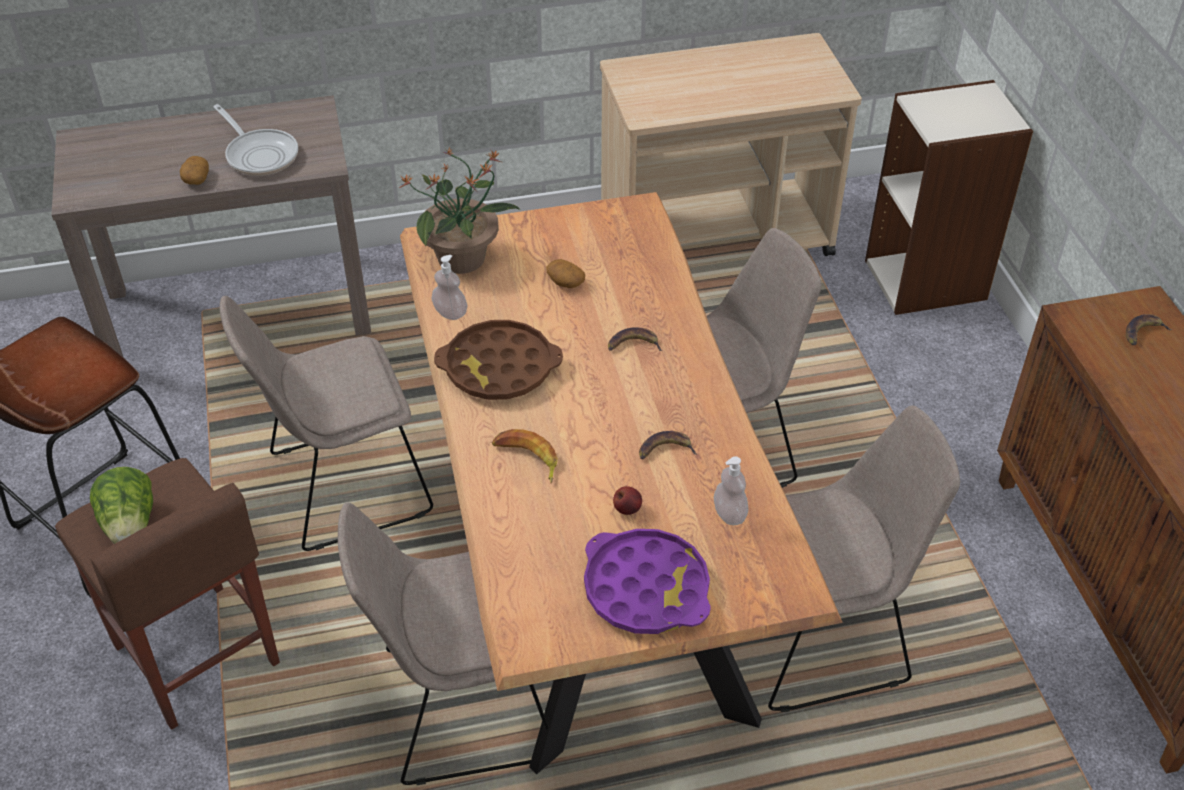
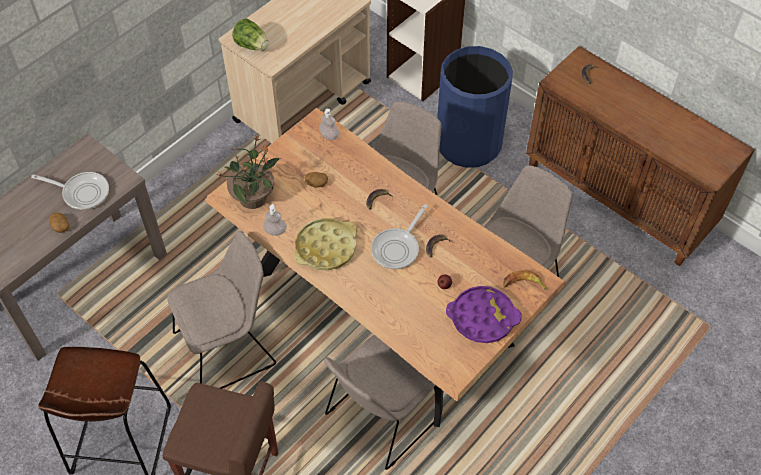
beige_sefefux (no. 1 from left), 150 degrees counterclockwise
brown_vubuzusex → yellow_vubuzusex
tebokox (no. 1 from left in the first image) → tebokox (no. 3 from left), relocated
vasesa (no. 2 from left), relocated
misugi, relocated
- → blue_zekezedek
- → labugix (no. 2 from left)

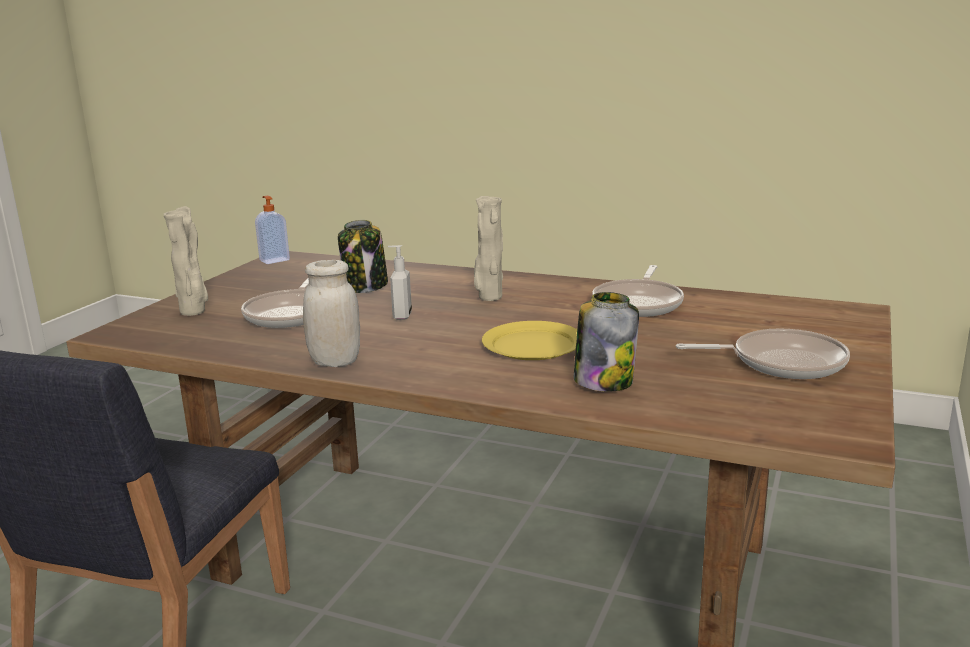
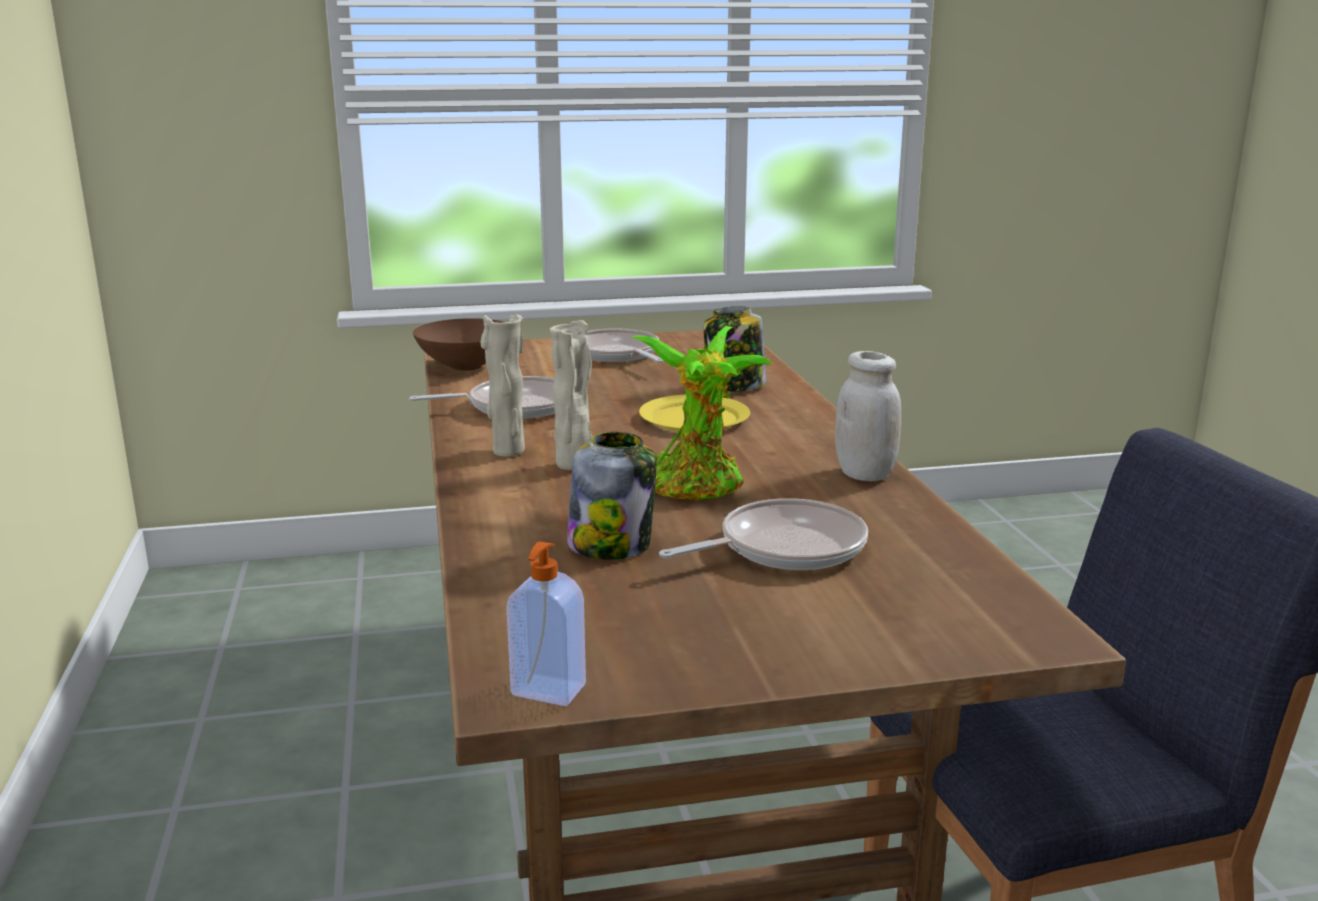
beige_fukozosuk (no. 1 from left), relocated
vasesa (no. 2 from left) → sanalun
- → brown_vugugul

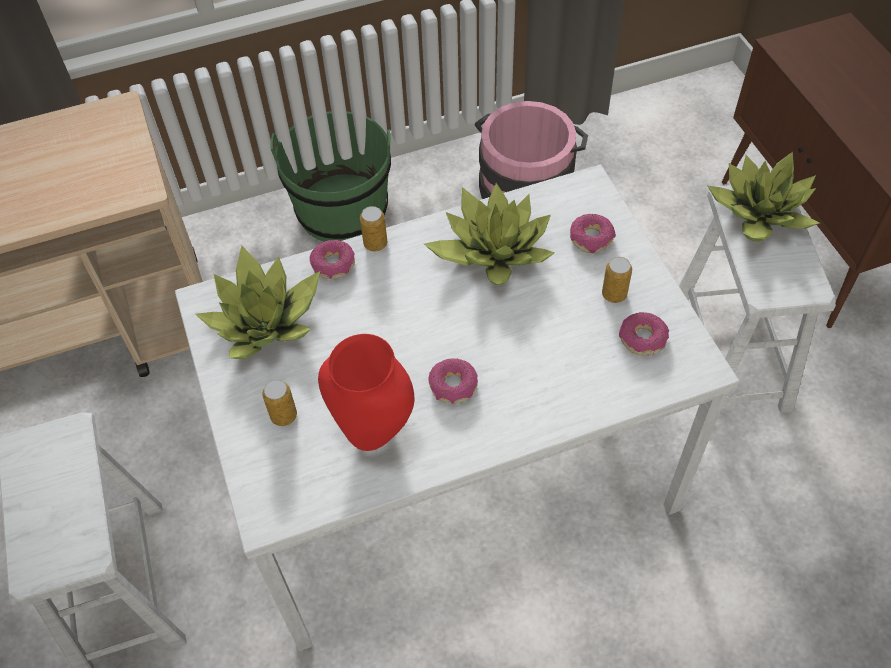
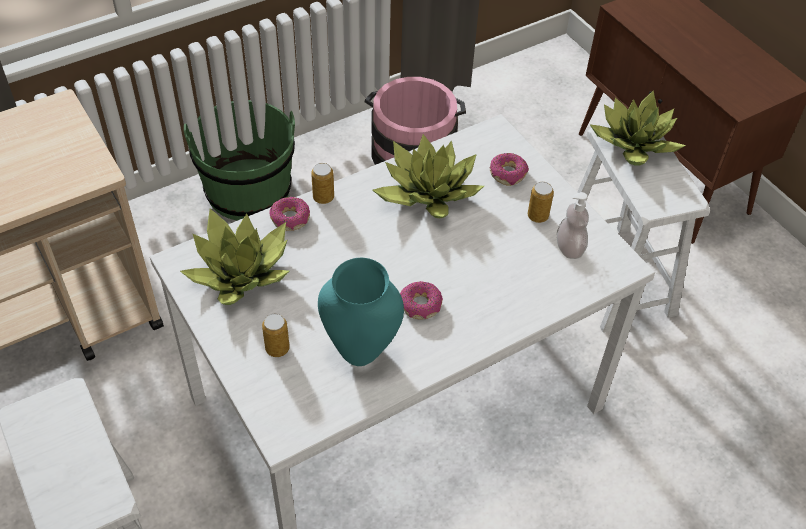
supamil (no. 4 from left) → vasesa
red_fukozosuk → turquoise_fukozosuk

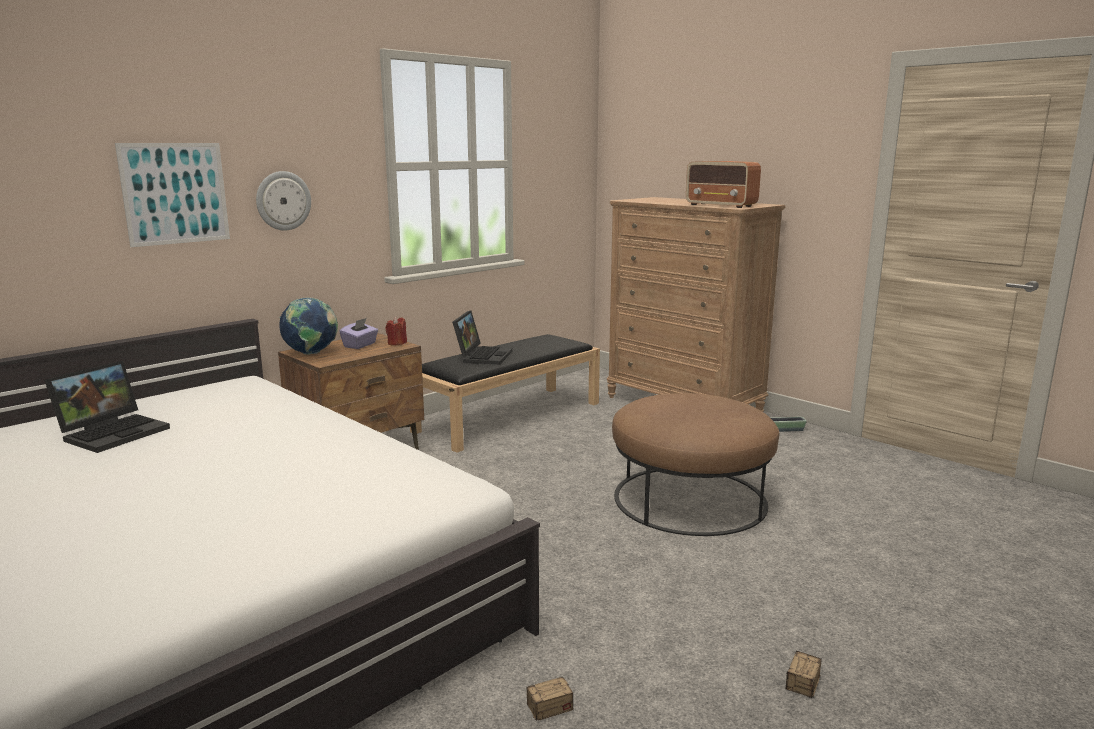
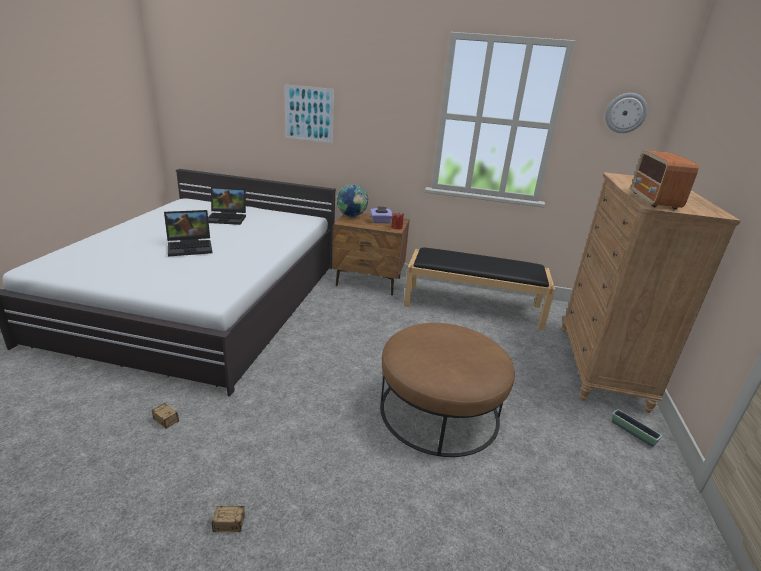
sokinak, relocated
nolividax (no. 2 from left in the first image) → nolividax (no. 1 from left), relocated

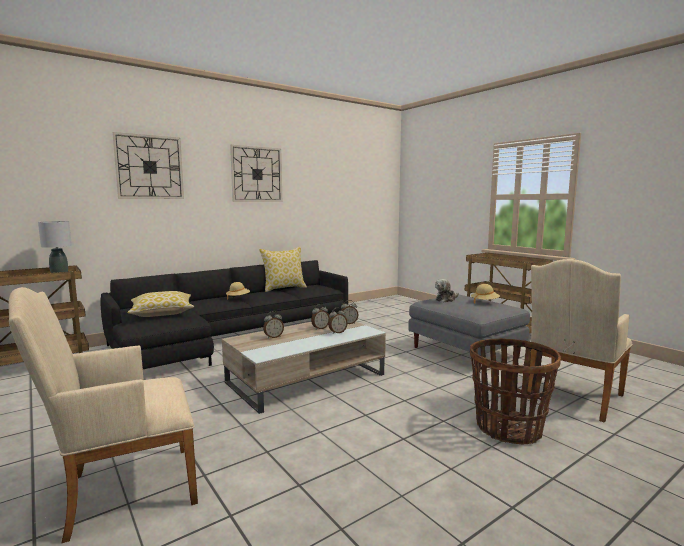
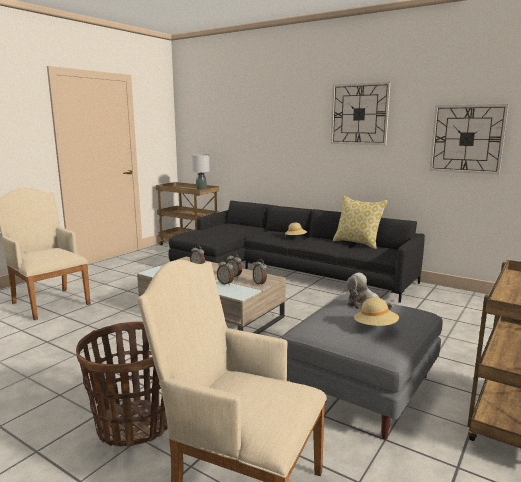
sokinak (no. 1 from left in the first image) → sokinak (no. 2 from left), relocated
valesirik (no. 1 from left) → -

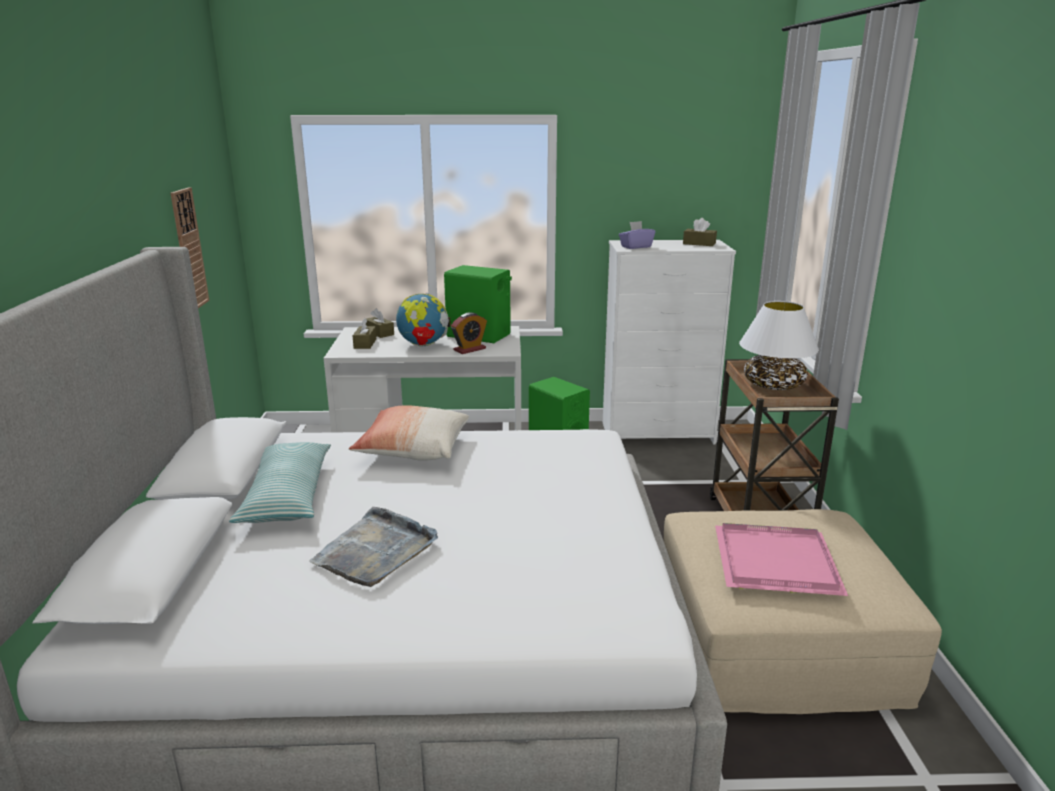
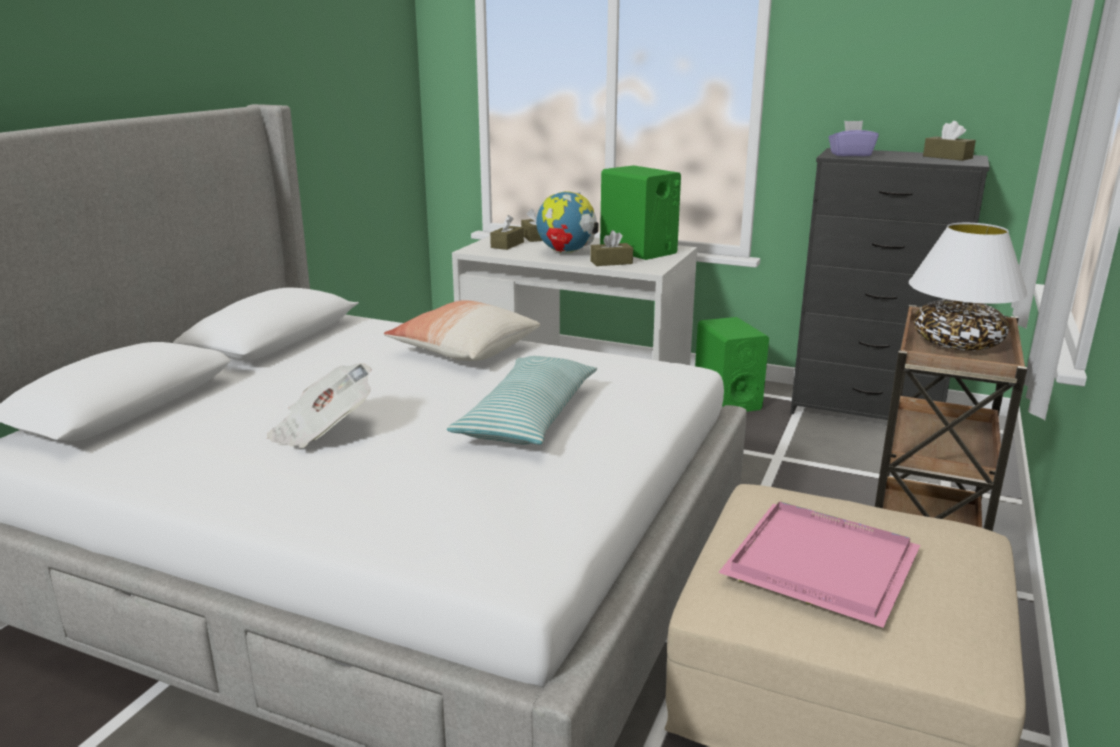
sokinak → -
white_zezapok → black_zezapok
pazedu → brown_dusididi (no. 3 from left)
valesirik (no. 1 from left in the first image) → valesirik (no. 2 from left), relocated
grey_vubuzusex → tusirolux

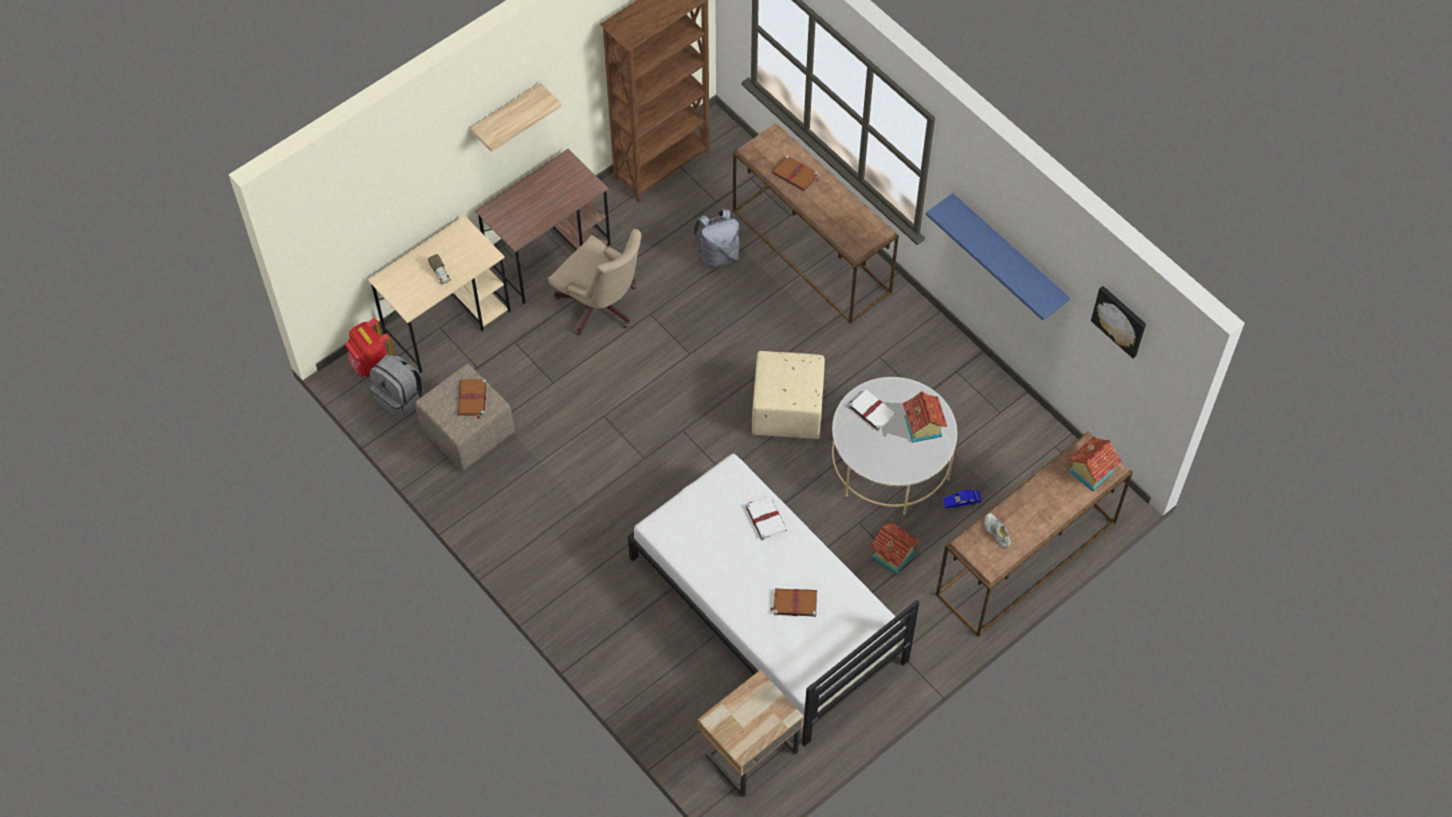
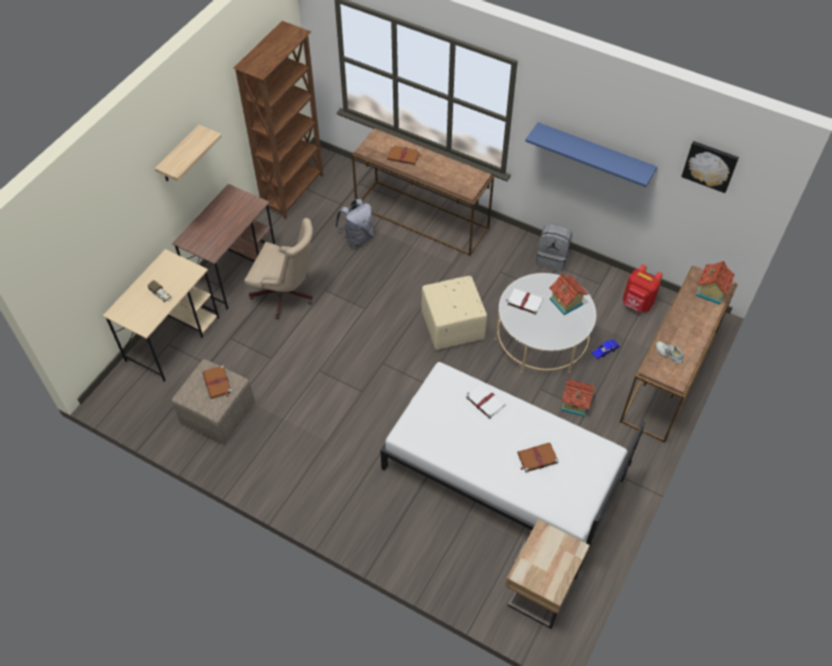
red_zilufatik, relocated
grey_zilufatik (no. 1 from left in the first image) → grey_zilufatik (no. 2 from left), relocated

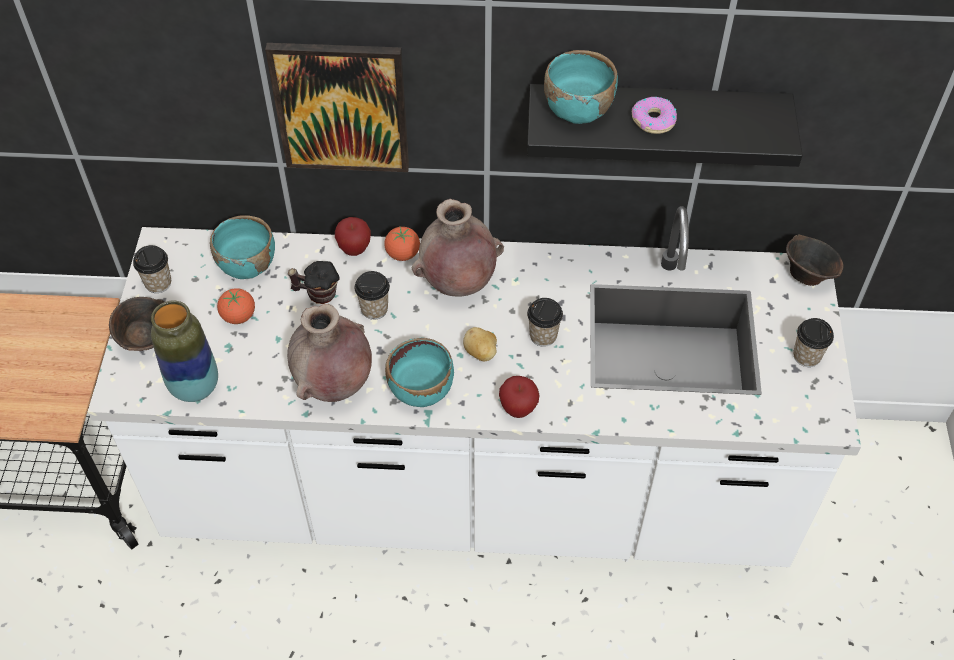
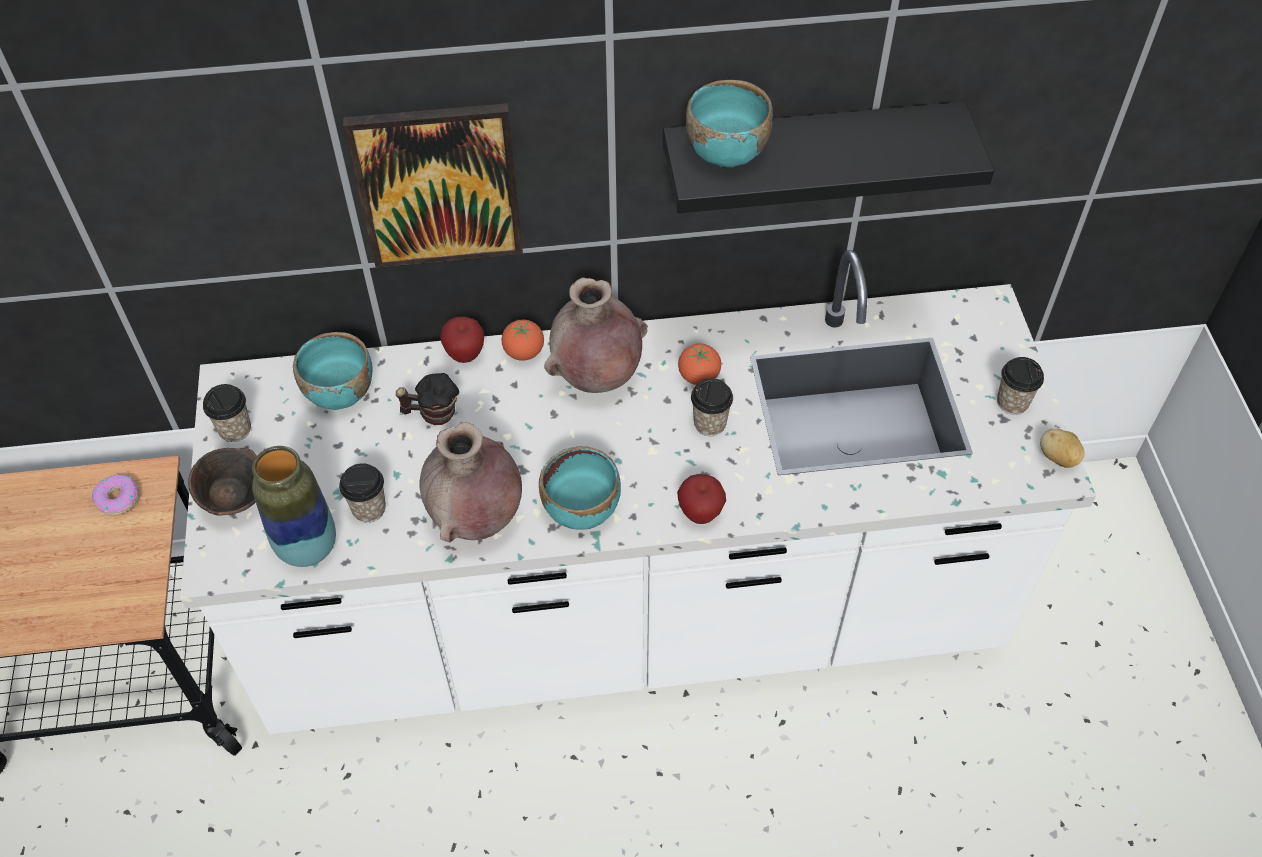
supamil, relocated
brown_vugugul (no. 2 from left) → -
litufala (no. 2 from left), relocated
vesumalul (no. 1 from left in the first image) → vesumalul (no. 2 from left), relocated
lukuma, relocated

